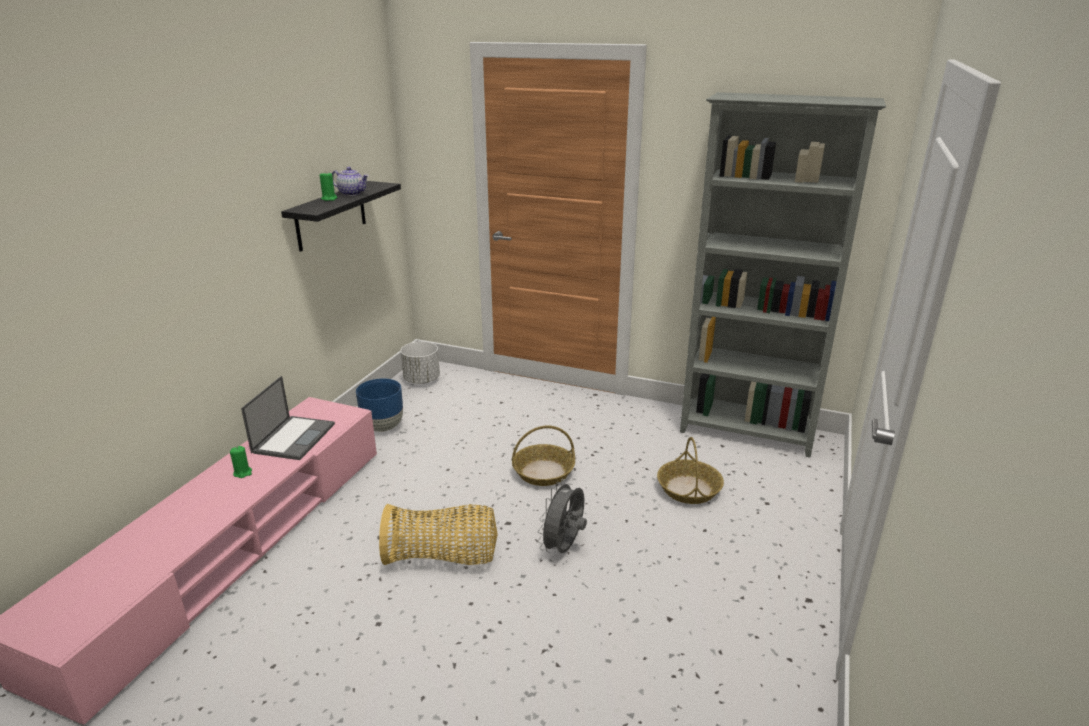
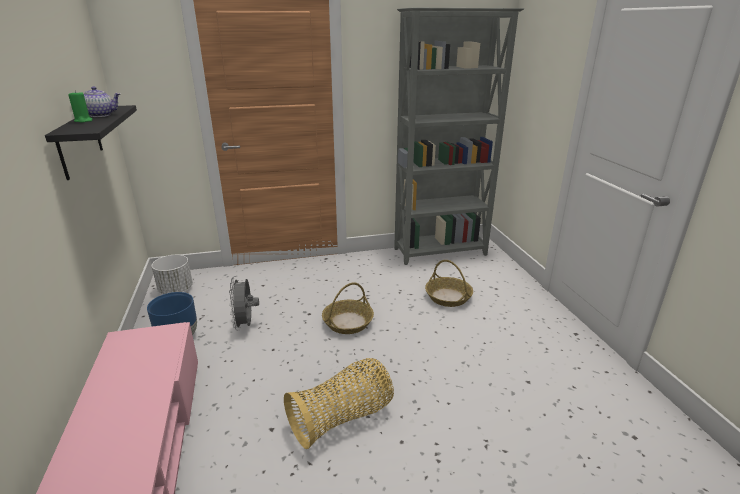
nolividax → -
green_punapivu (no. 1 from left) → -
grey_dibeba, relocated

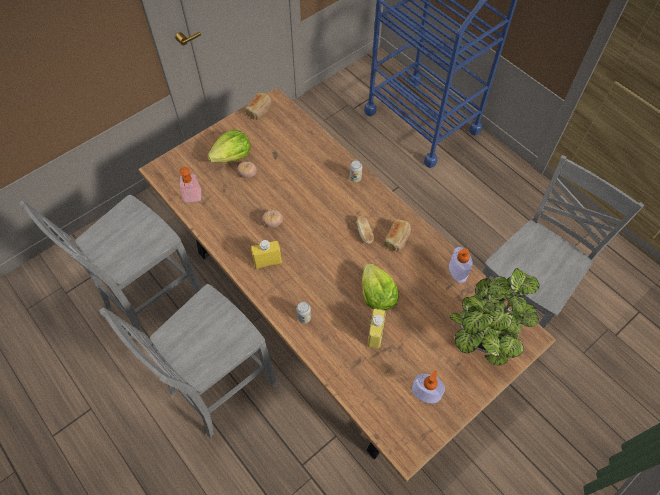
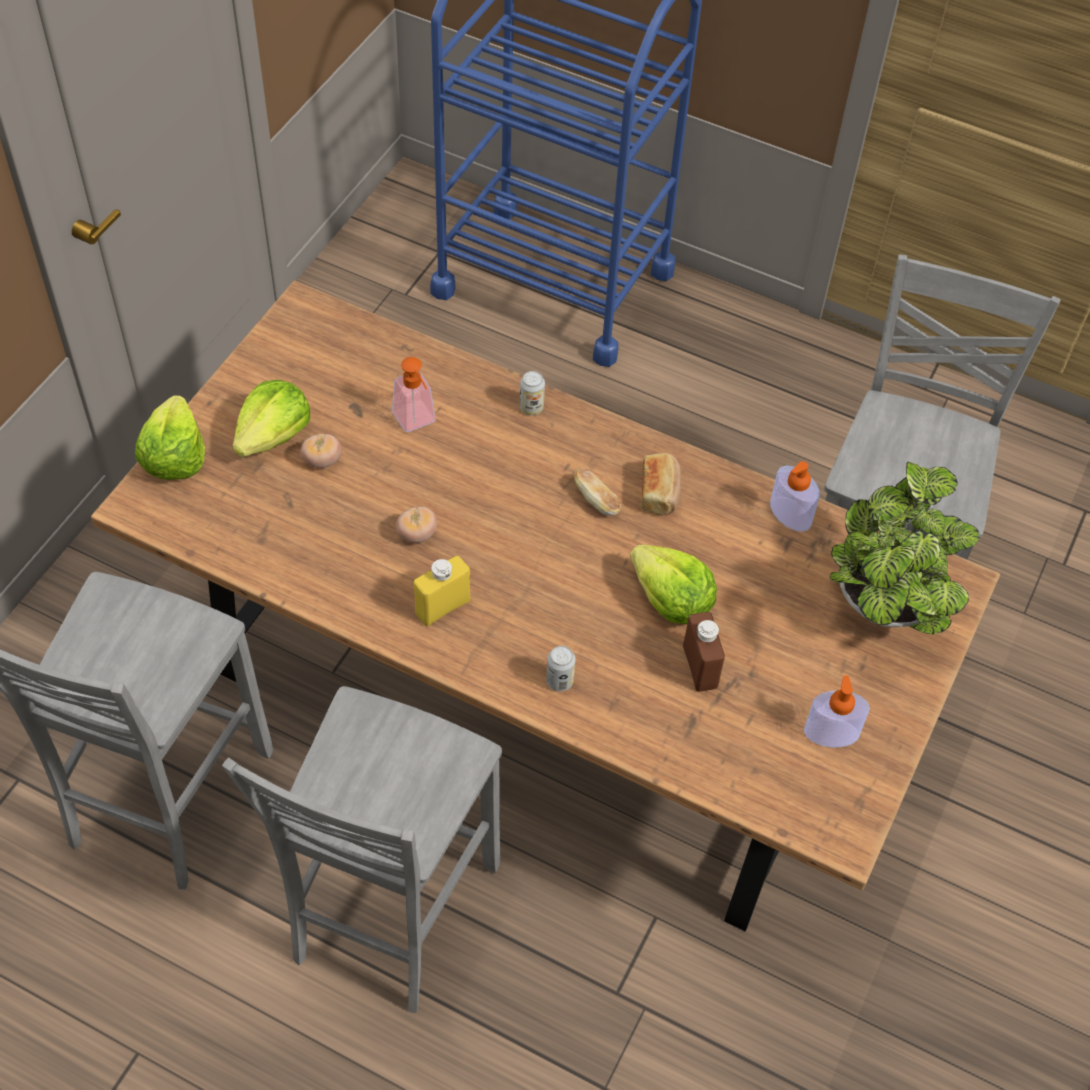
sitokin (no. 1 from left) → -
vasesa (no. 1 from left), relocated
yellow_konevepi (no. 2 from left) → brown_konevepi
- → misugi (no. 1 from left)

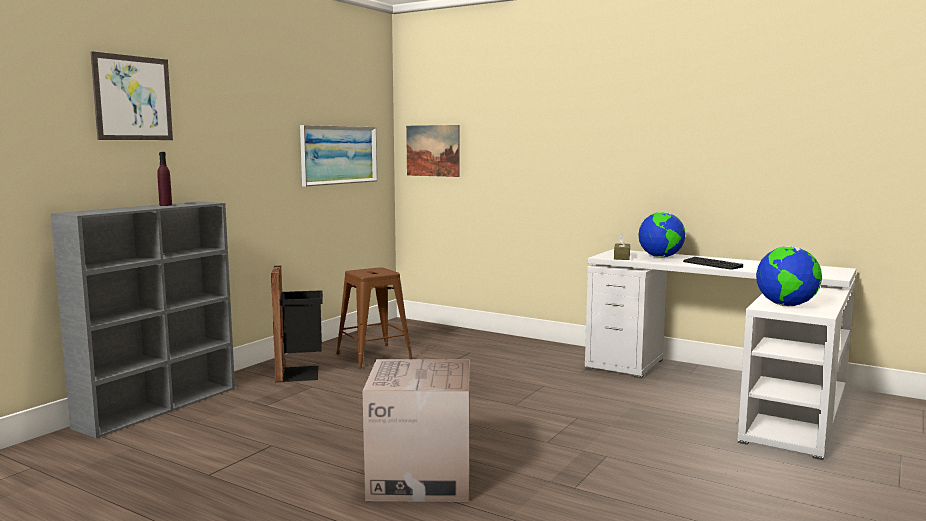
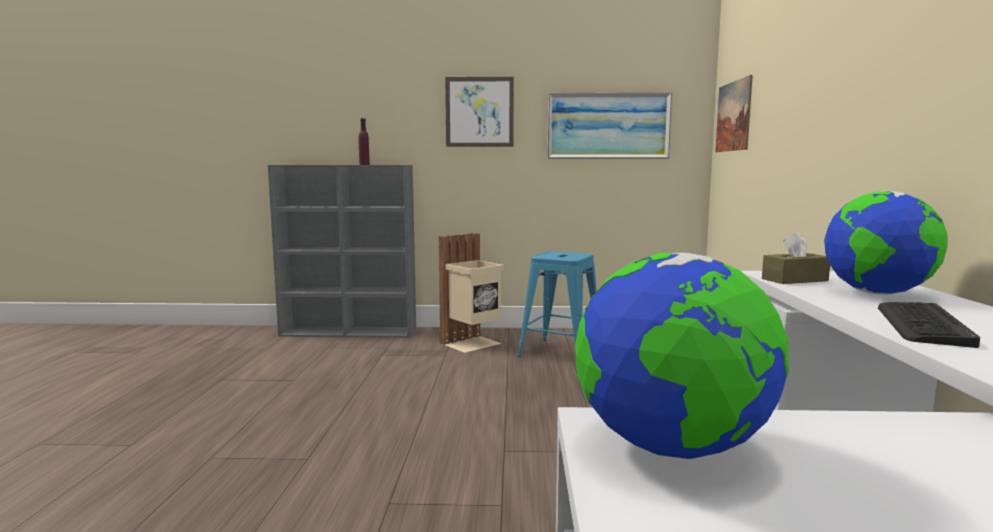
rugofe (no. 1 from left), relocated
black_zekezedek → beige_zekezedek
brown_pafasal → blue_pafasal
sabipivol → -

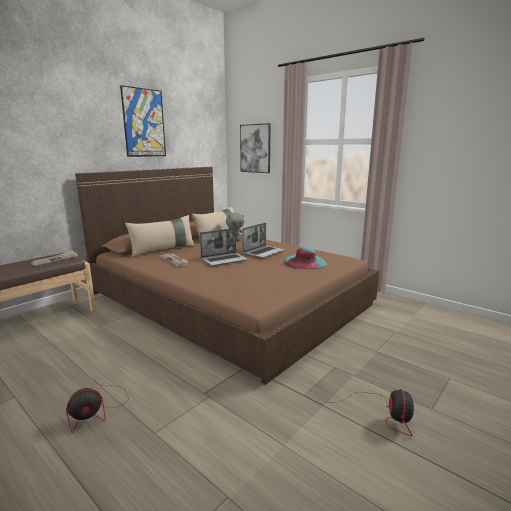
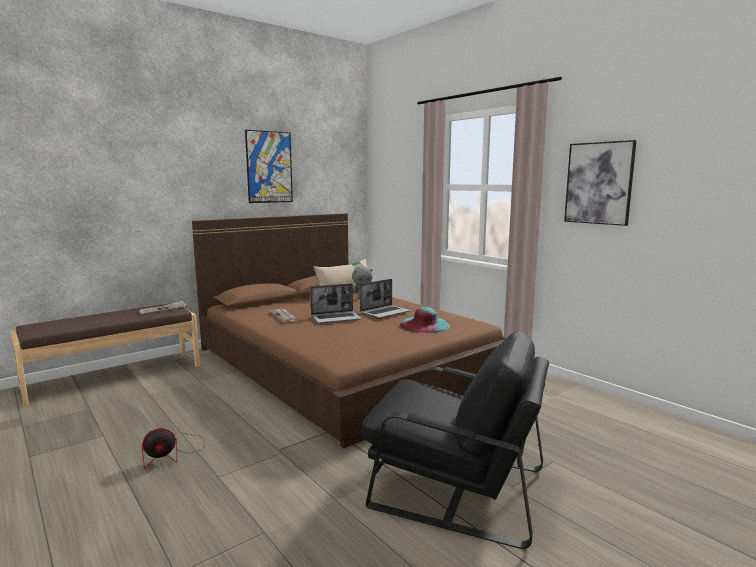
rugofe (no. 2 from left), relocated
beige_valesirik (no. 1 from left) → -
dibeba (no. 2 from left) → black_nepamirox

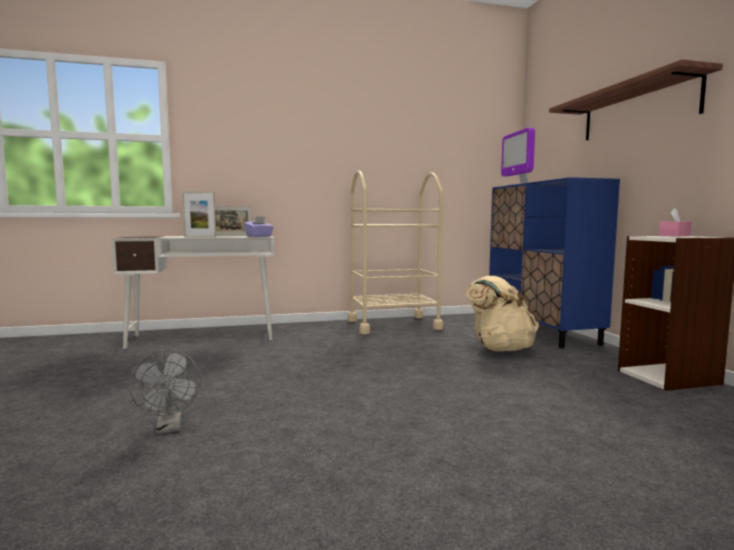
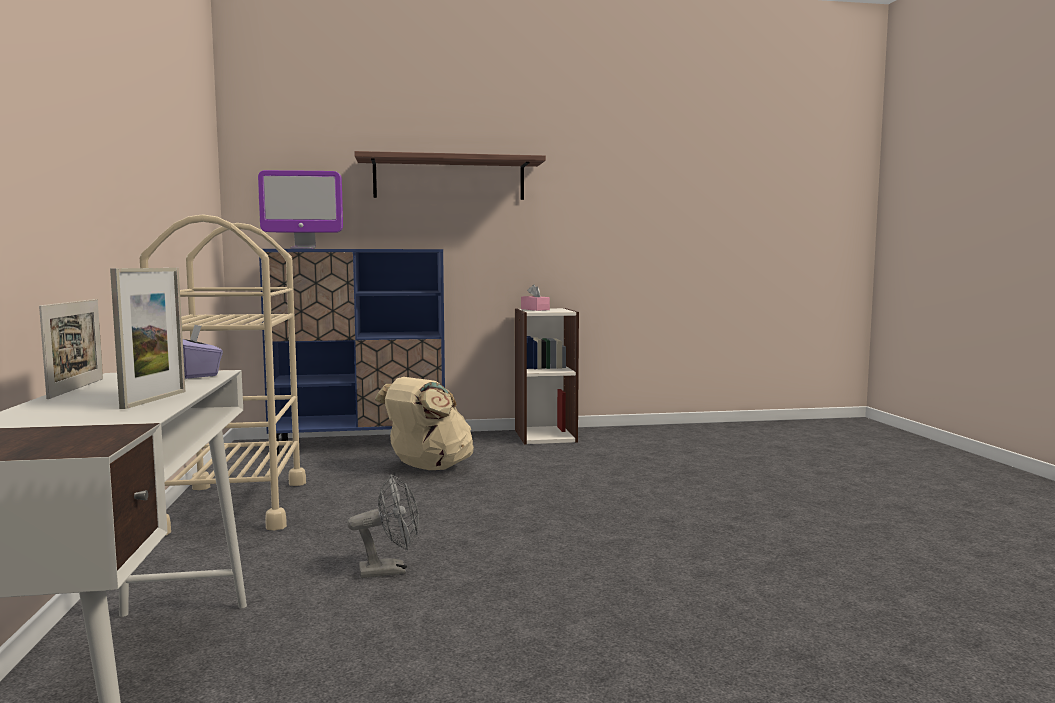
grey_dibeba, relocated

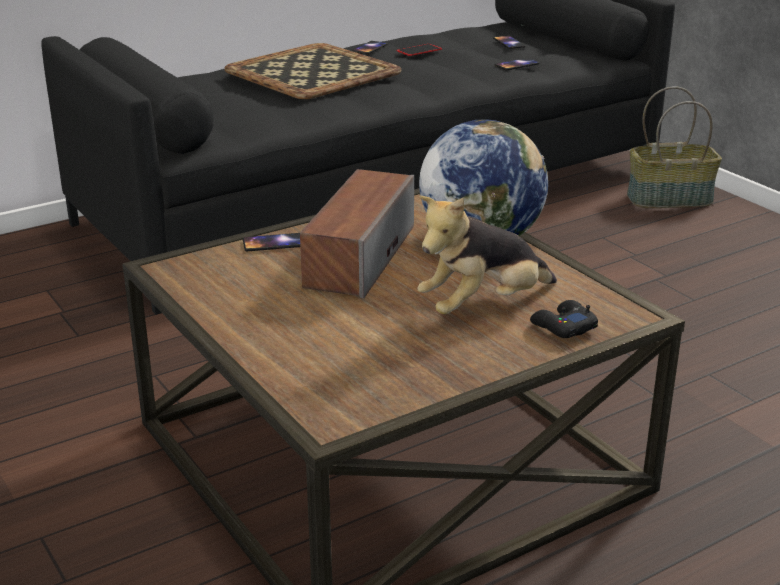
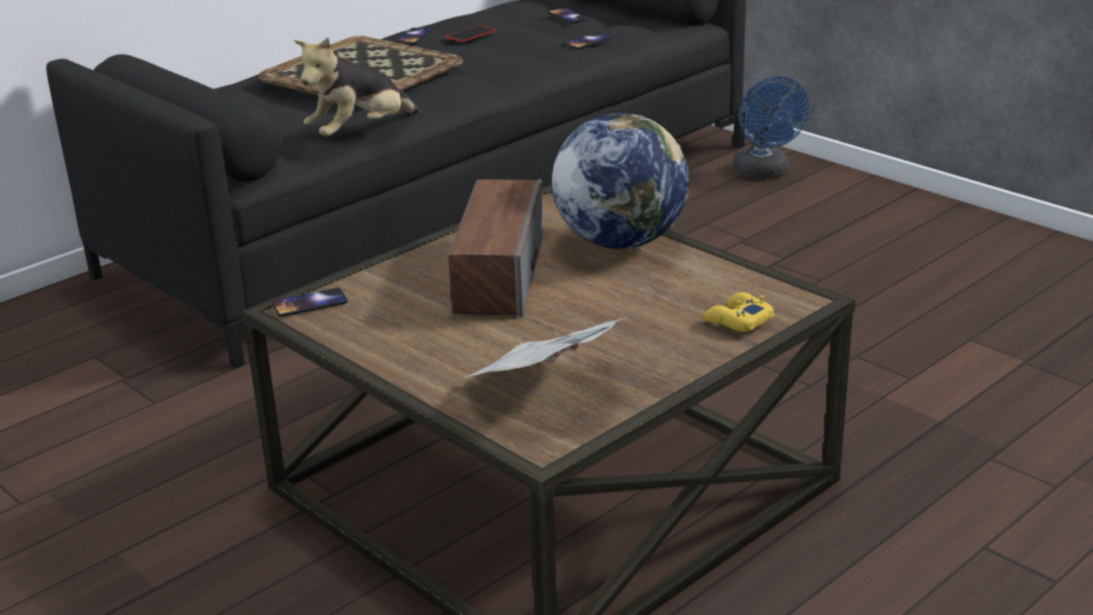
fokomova → blue_dibeba
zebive, relocated
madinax (no. 1 from left), relocated
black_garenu → yellow_garenu
- → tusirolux

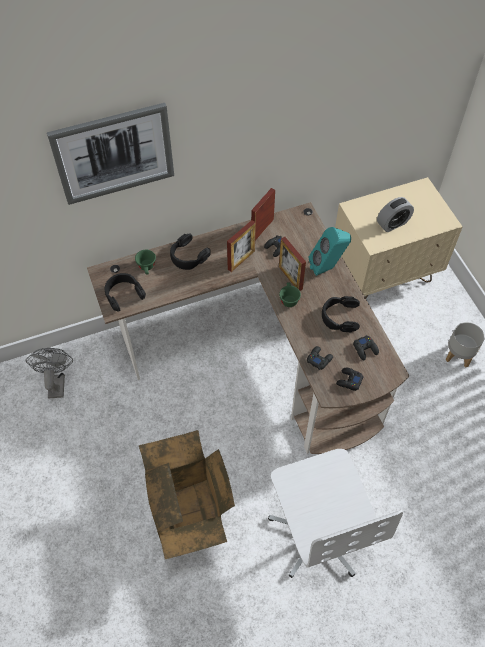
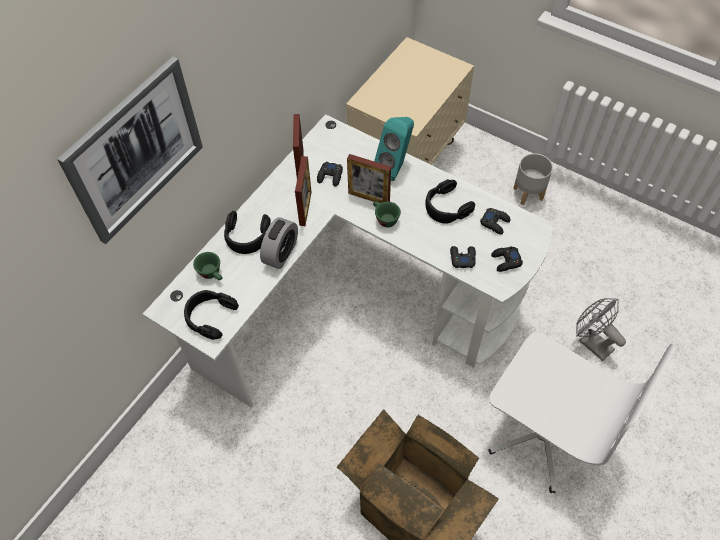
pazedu, relocated
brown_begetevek → white_begetevek
grey_dibeba, relocated

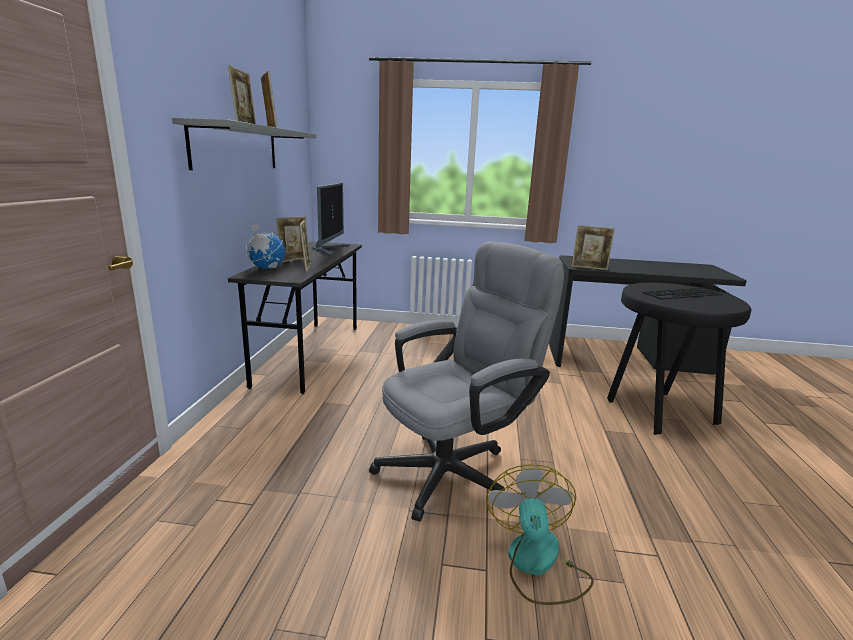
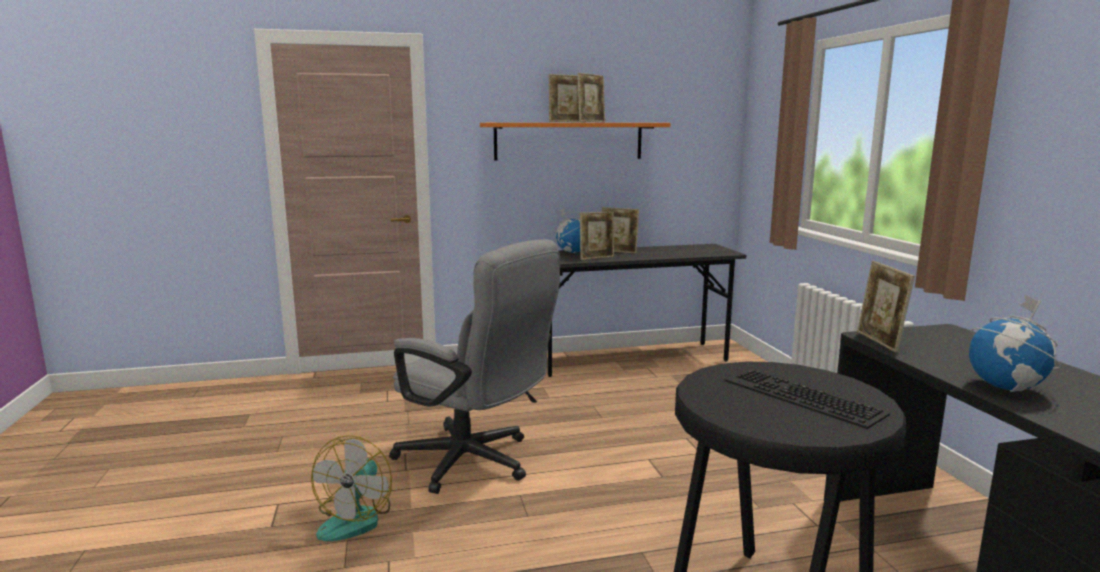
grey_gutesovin → orange_gutesovin
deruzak → -
dibeba, 120 degrees clockwise
- → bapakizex (no. 2 from left)

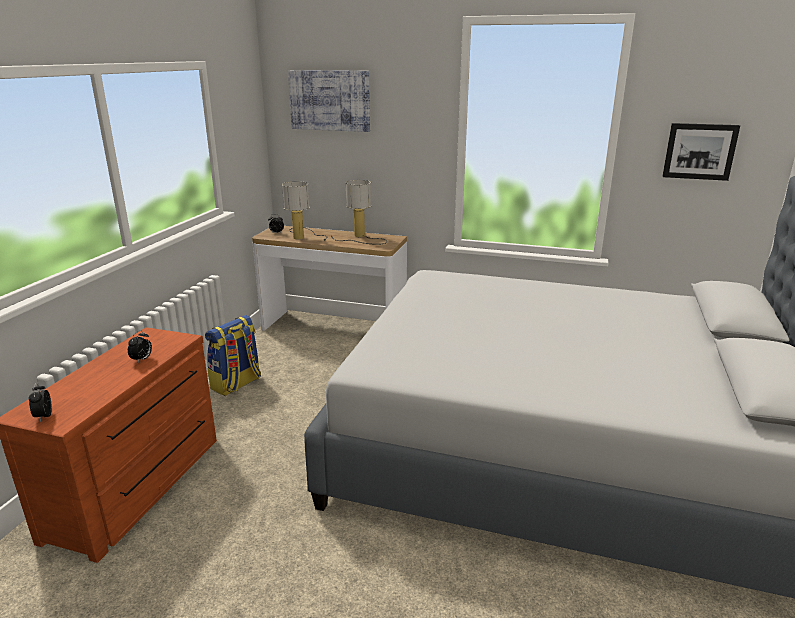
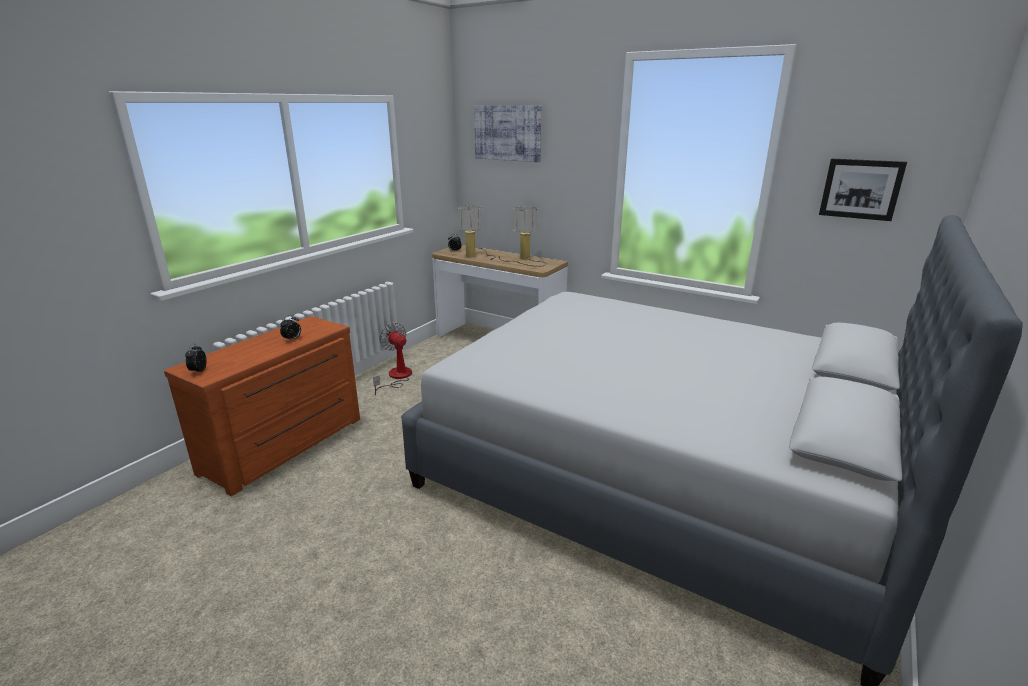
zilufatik → dibeba

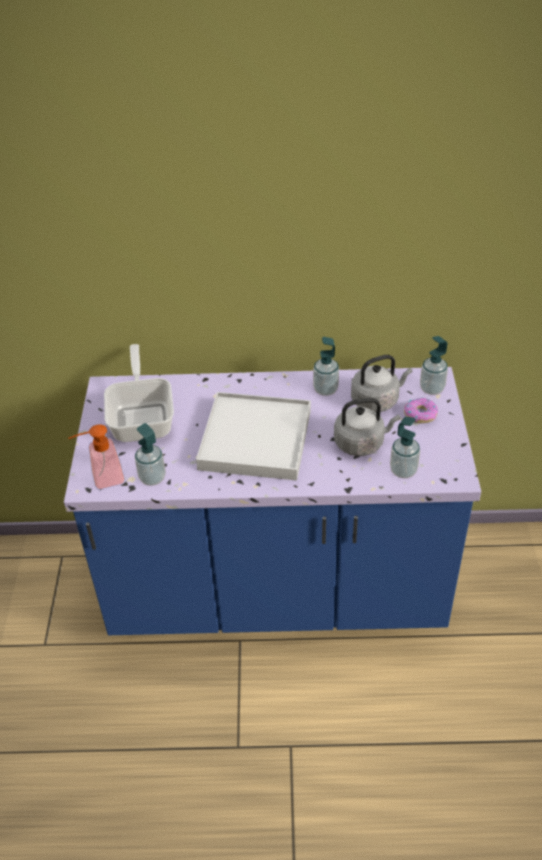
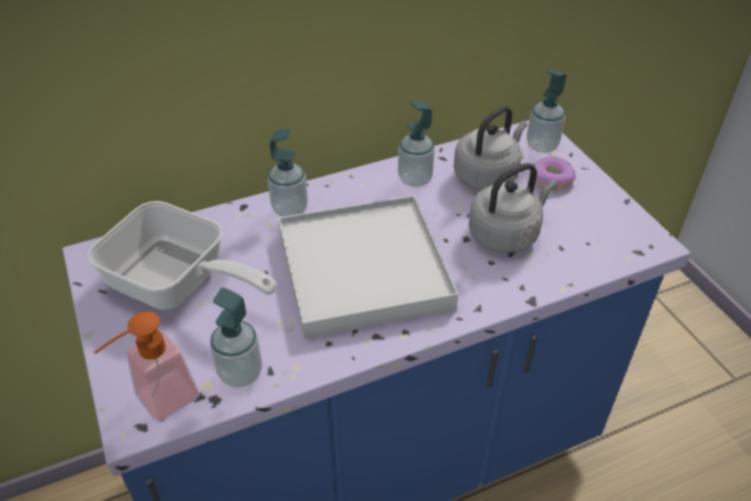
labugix, 150 degrees clockwise
vasesa (no. 4 from left in the first image) → vasesa (no. 3 from left), relocated

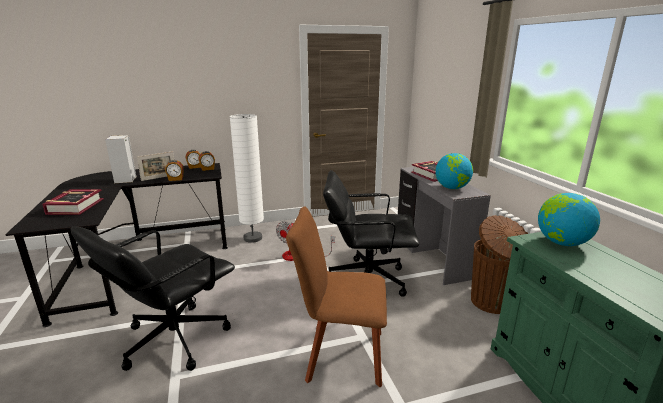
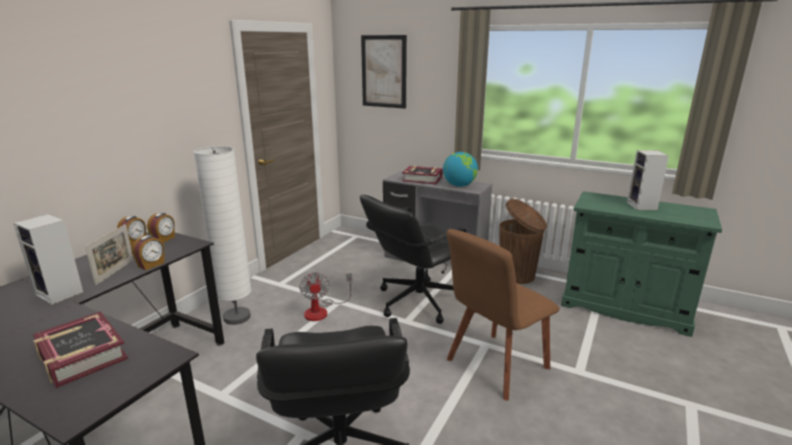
bapakizex (no. 2 from left) → -
- → rugofe
- → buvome (no. 2 from left)

